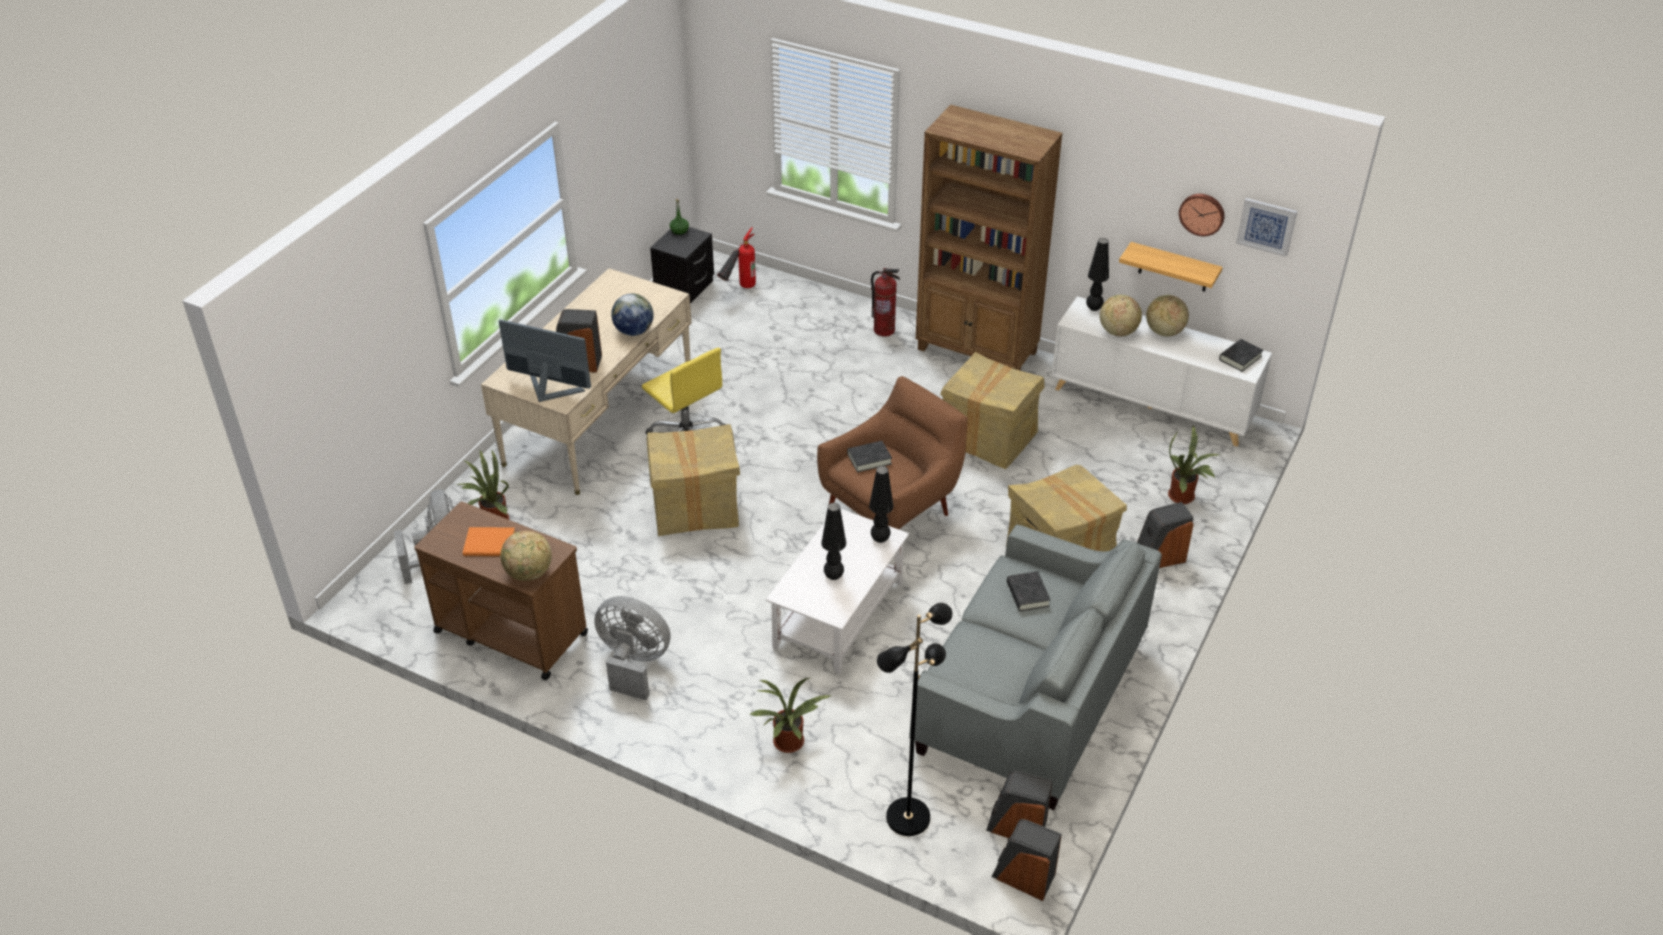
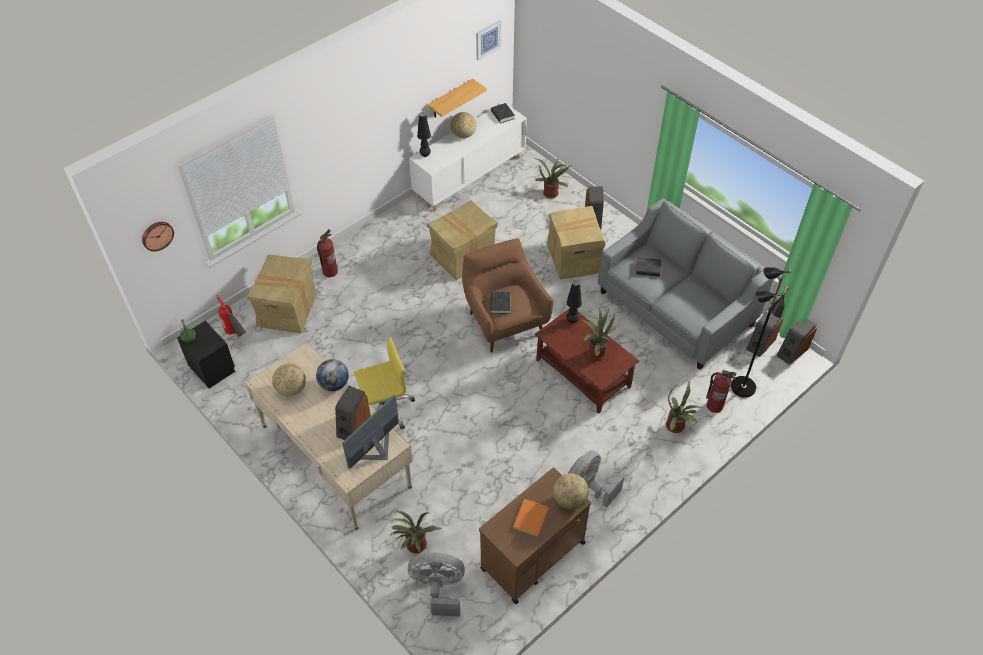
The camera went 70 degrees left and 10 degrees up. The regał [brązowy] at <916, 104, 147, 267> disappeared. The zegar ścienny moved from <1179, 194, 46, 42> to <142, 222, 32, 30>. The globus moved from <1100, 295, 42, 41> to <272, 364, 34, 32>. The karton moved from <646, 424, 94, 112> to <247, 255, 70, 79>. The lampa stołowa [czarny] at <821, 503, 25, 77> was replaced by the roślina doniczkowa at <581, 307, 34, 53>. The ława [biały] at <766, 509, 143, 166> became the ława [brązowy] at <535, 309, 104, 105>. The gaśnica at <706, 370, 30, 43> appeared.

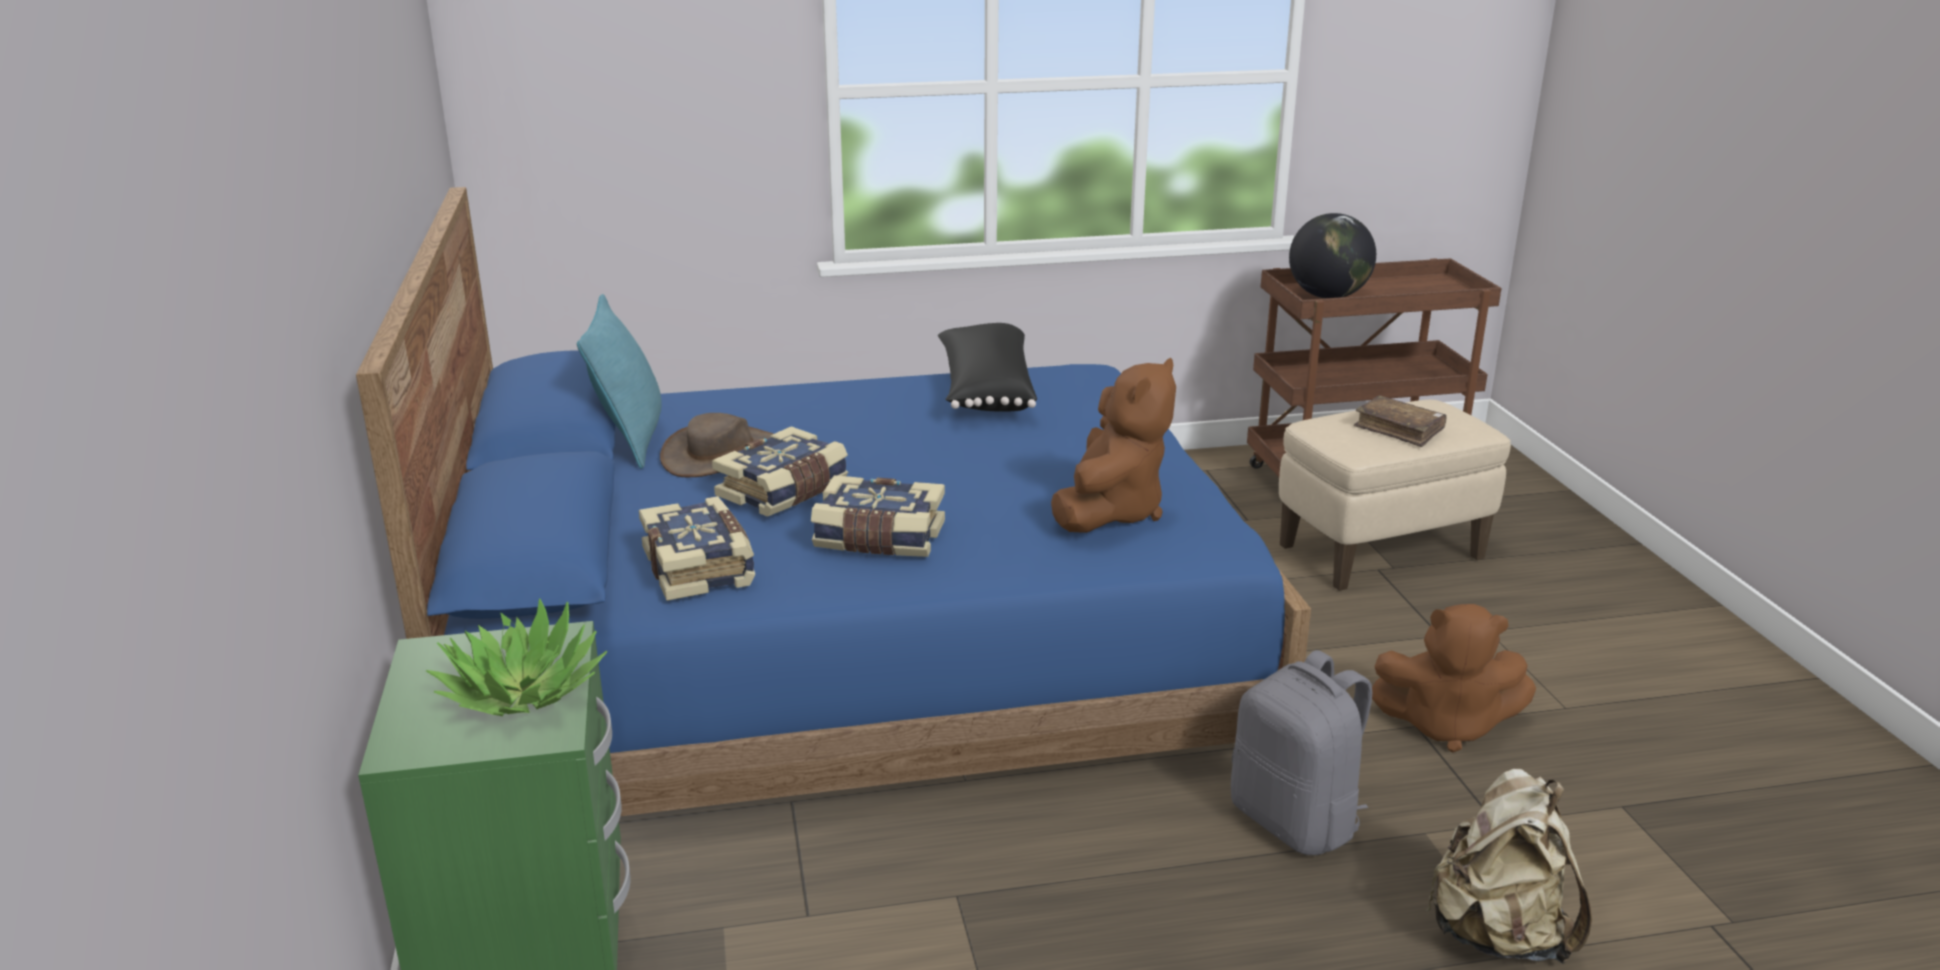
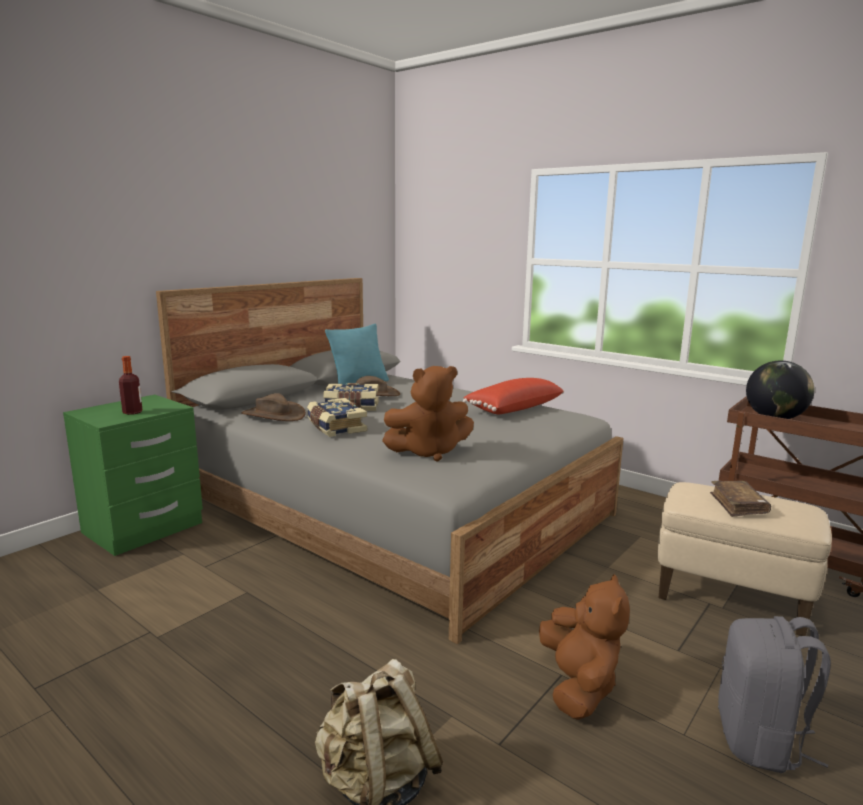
The camera went 50 degrees right and 10 degrees down. The łóżko [niebieski] at <356, 187, 955, 629> became the łóżko [szary] at <156, 278, 468, 366>. The poduszka [czarny] at <938, 323, 99, 89> became the poduszka [czerwony] at <463, 378, 101, 37>. The książka at <639, 496, 116, 105> was replaced by the kapelusz [brązowy] at <241, 393, 65, 28>. The roślina doniczkowa at <426, 599, 182, 117> was replaced by the butelka at <119, 356, 23, 59>. The pluszak [brązowy] at <1372, 604, 164, 148> turned 150 degrees counterclockwise. The plecak [szary] moved from <1231, 650, 141, 205> to <718, 616, 113, 157>.

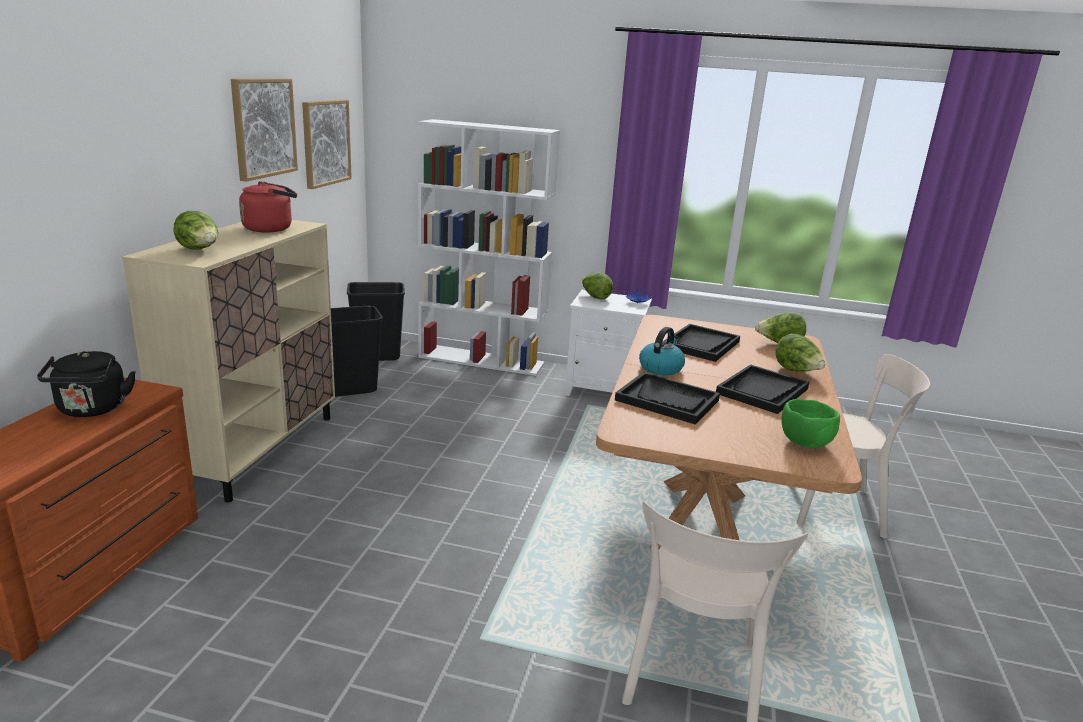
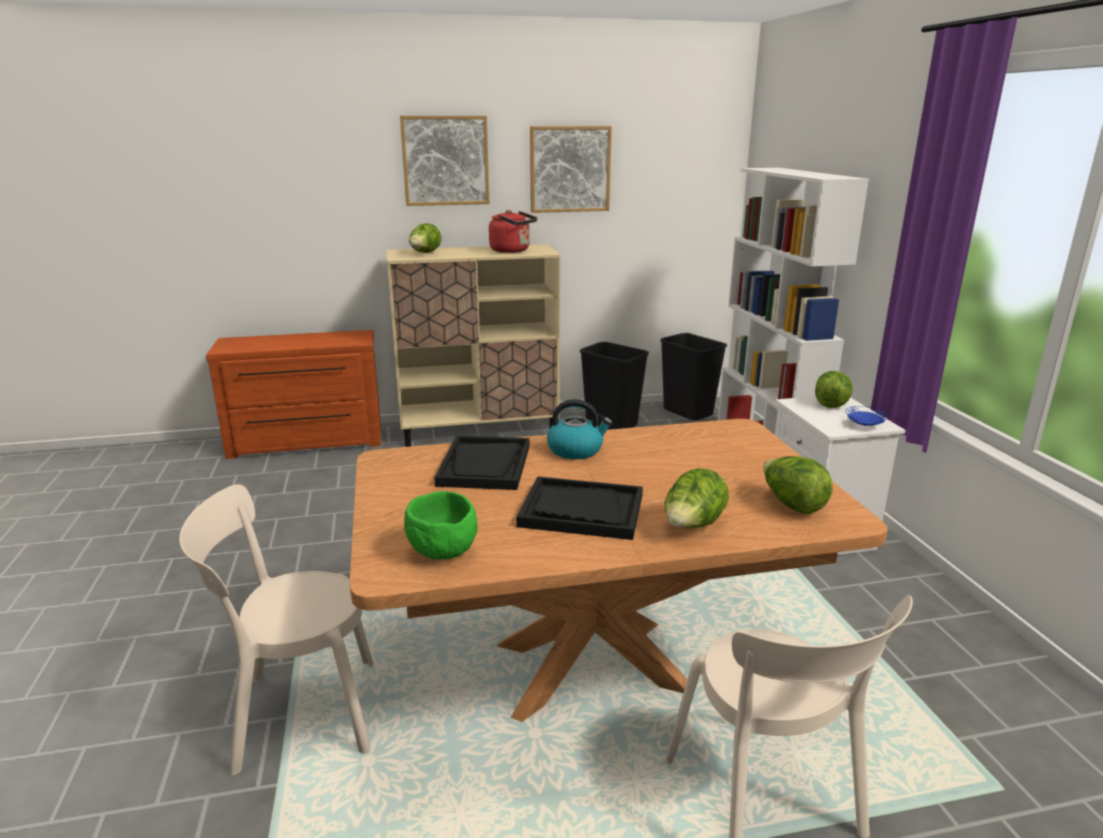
The camera went 65 degrees right and 0 degrees up. The obraz moved from <302, 100, 50, 89> to <400, 116, 89, 90>. The taca [czarny] at <664, 324, 76, 38> disappeared. The czajnik [czarny] at <37, 351, 99, 66> disappeared.

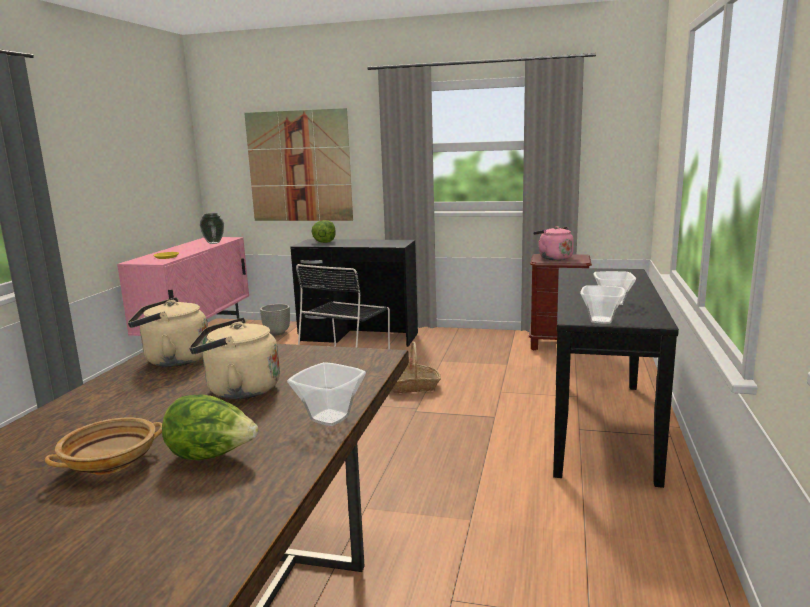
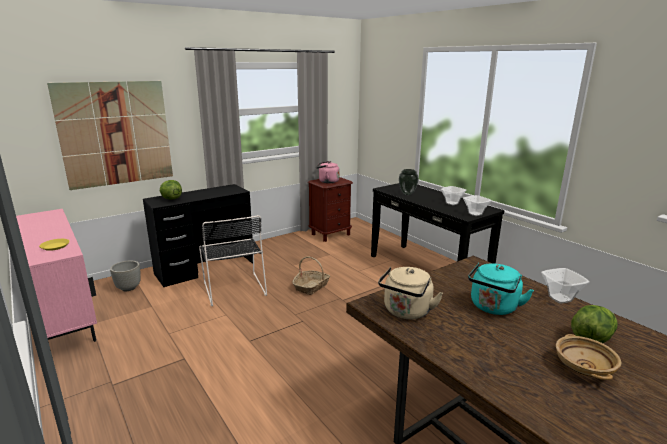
The camera went 50 degrees left and 5 degrees up. The wazon moved from <200, 213, 24, 31> to <399, 169, 20, 26>. The czajnik [beżowy] at <189, 318, 91, 81> became the czajnik [turkusowy] at <468, 263, 66, 52>.

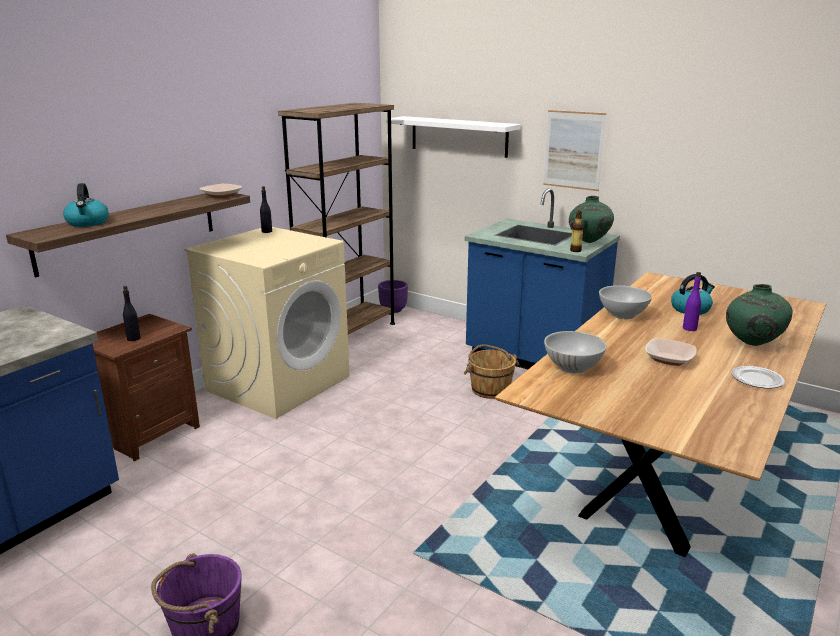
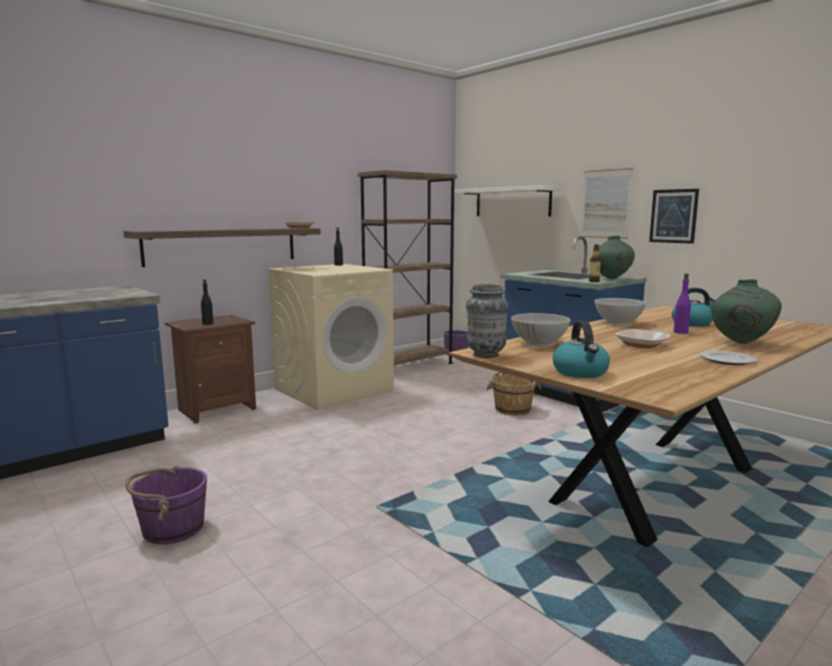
The camera went 15 degrees right and 10 degrees down. The czajnik moved from <63, 183, 46, 44> to <552, 320, 58, 58>. The obraz at <649, 189, 50, 55> appeared. The wazon at <466, 284, 43, 74> appeared.

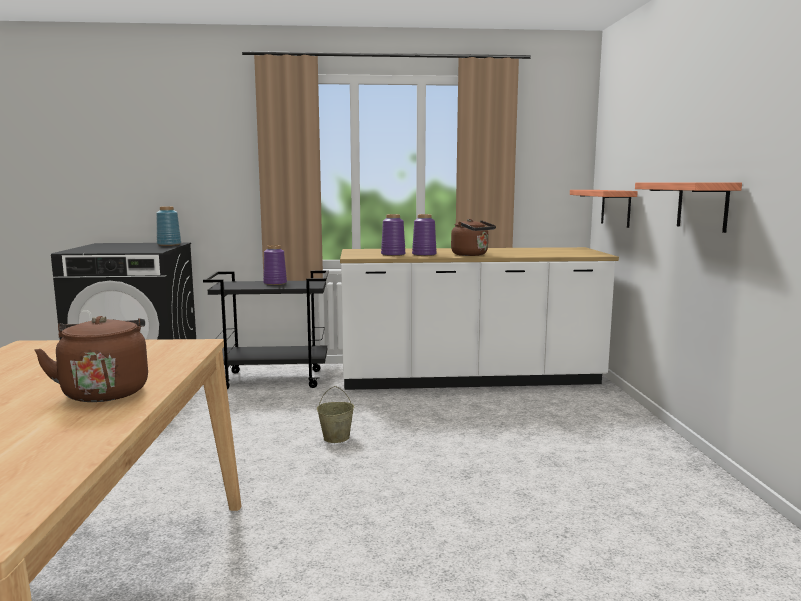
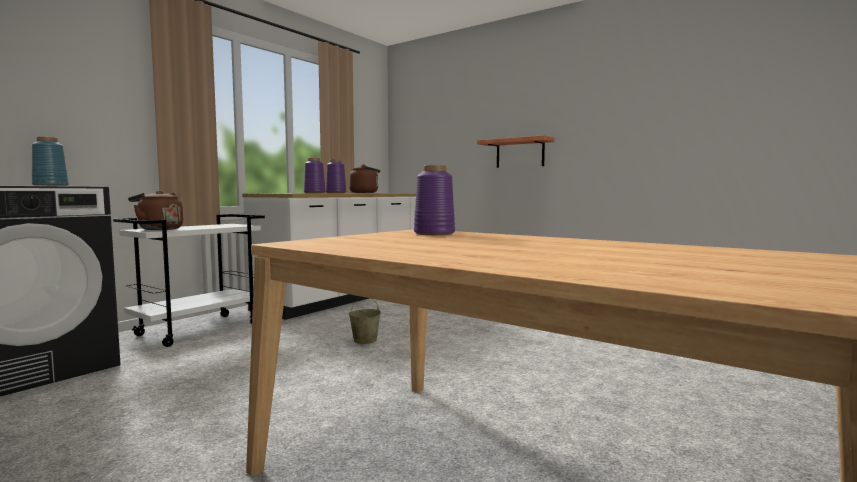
The camera went 50 degrees left and 5 degrees down. The półka at <570, 190, 68, 38> disappeared. The wazon [fioletowy] moved from <263, 245, 24, 40> to <414, 165, 41, 70>. The wózek [czarny] at <203, 270, 126, 119> became the wózek [biały] at <113, 214, 152, 133>. The czajnik [brązowy] moved from <34, 316, 114, 86> to <128, 191, 55, 39>.

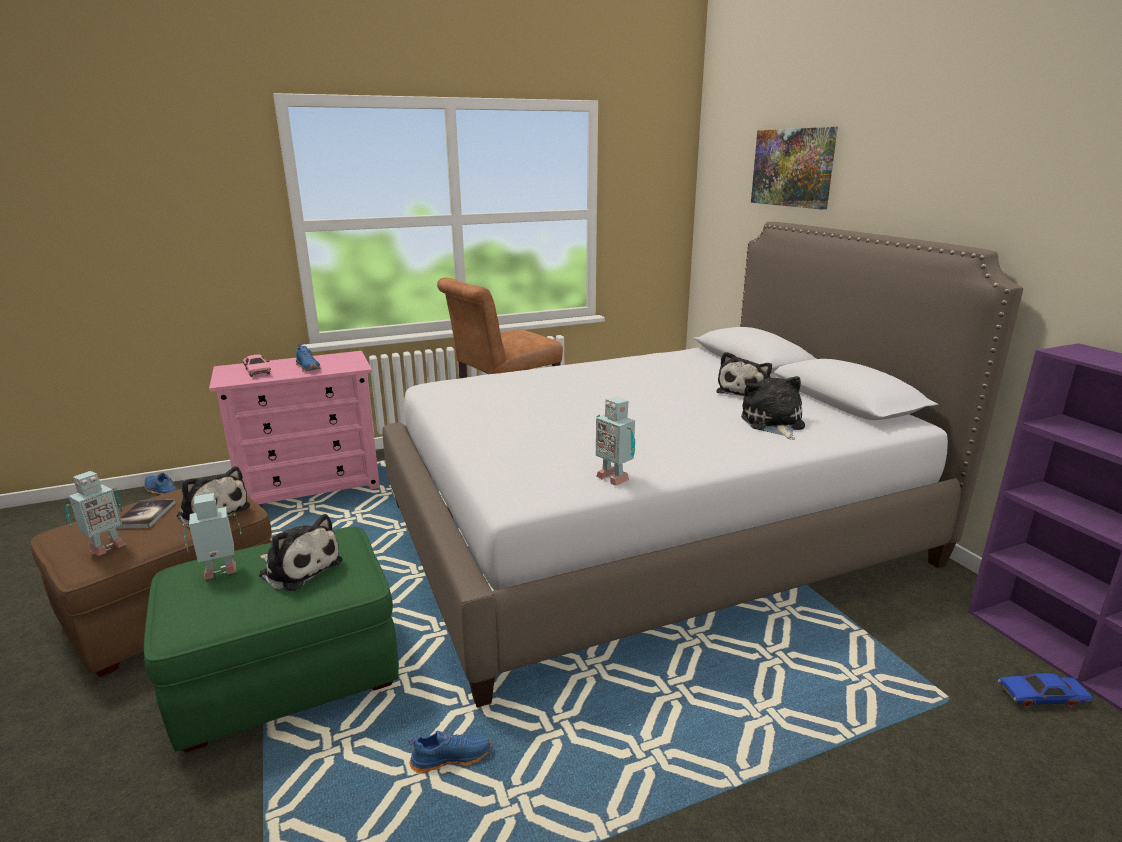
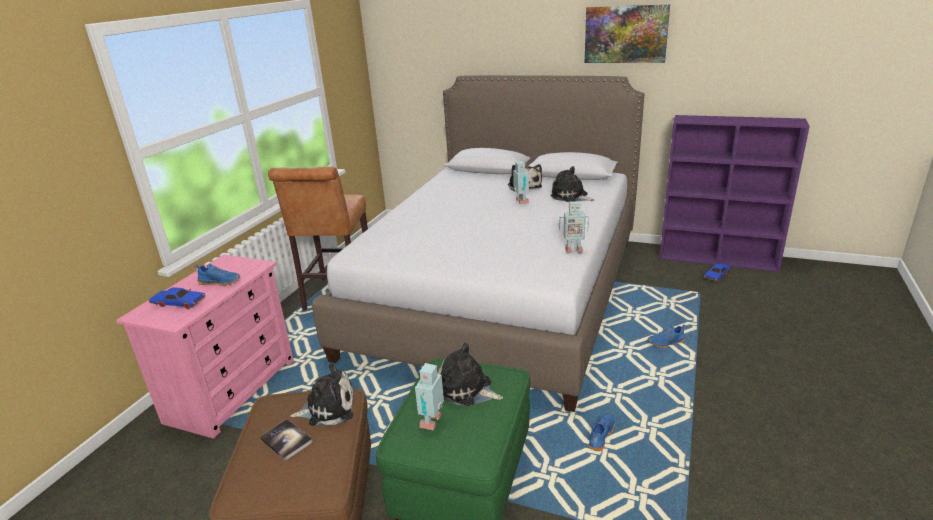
The camera went 45 degrees left and 5 degrees up. The obraz moved from <751, 127, 87, 82> to <585, 4, 85, 59>. The samochodzik [różowy] at <243, 354, 28, 23> became the samochodzik [niebieski] at <149, 288, 56, 21>. The robot zabawkowy moved from <65, 471, 62, 85> to <513, 161, 17, 43>. The but [niebieski] moved from <144, 473, 33, 22> to <648, 325, 37, 23>. The pluszak at <259, 514, 83, 77> turned 135 degrees counterclockwise.

